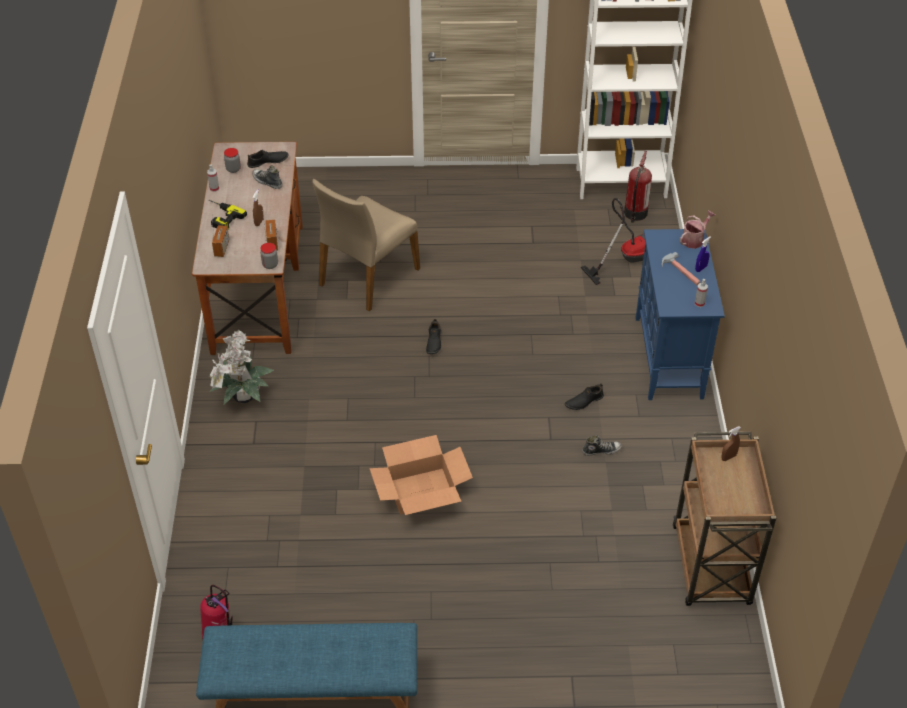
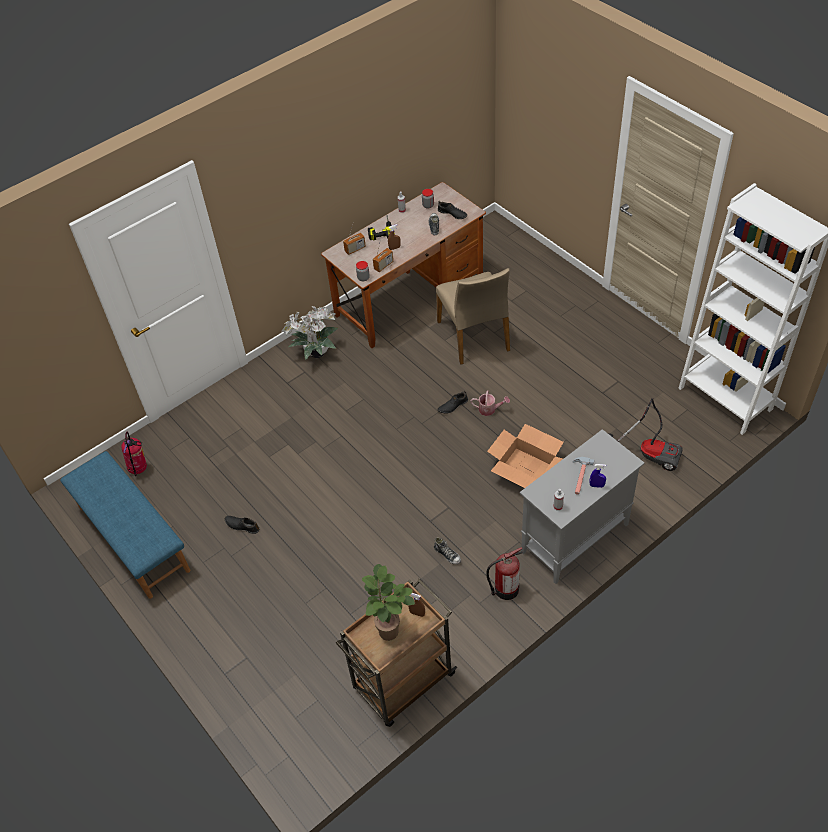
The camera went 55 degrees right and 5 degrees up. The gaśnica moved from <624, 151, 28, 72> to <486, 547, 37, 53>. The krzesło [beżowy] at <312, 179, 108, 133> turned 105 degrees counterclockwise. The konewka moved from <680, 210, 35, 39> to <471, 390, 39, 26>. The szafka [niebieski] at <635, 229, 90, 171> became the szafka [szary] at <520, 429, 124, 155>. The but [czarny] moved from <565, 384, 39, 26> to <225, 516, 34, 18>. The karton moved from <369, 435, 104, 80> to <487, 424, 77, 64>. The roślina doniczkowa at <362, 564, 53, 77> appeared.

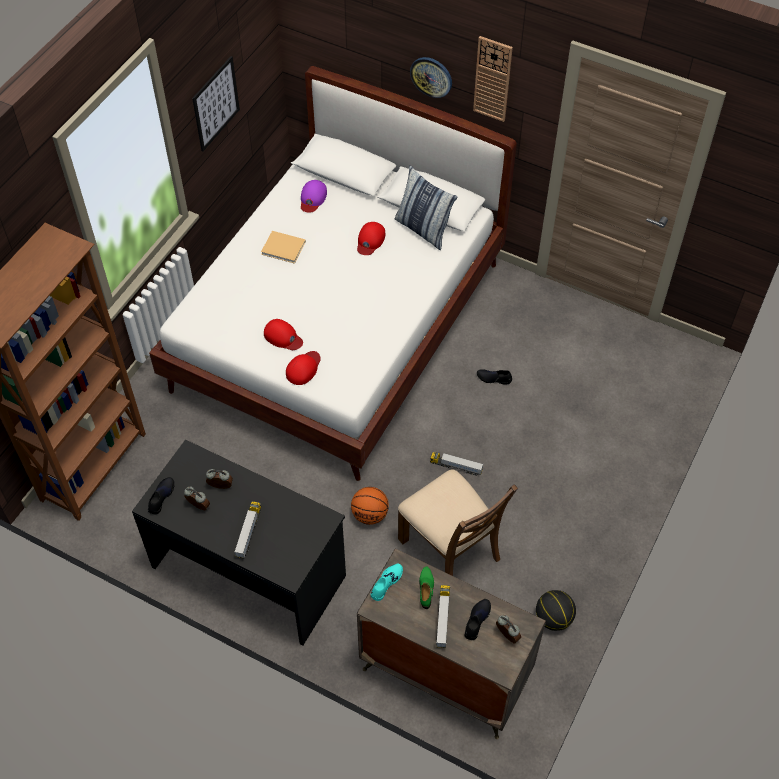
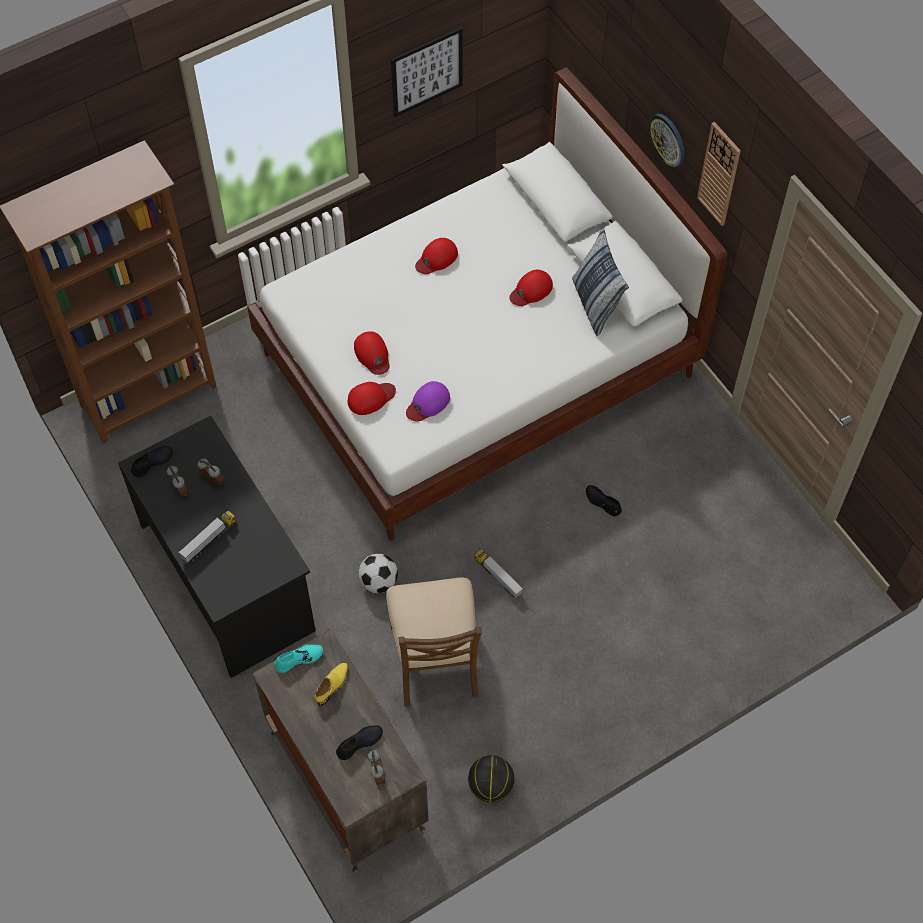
The camera went 30 degrees right and 5 degrees up. The czapka z daszkiem [fioletowy] moved from <301, 180, 26, 32> to <406, 381, 44, 41>. The książka [beżowy] at <261, 231, 45, 33> was replaced by the czapka z daszkiem [czerwony] at <415, 238, 43, 36>. The piłka do koszykówki at <351, 487, 38, 38> was replaced by the piłka futbolowa at <358, 554, 40, 39>. The but [zielony] at <419, 567, 15, 42> became the but [żółty] at <315, 663, 33, 43>. The ciężarówka zabawkowa at <436, 585, 14, 63> disappeared.

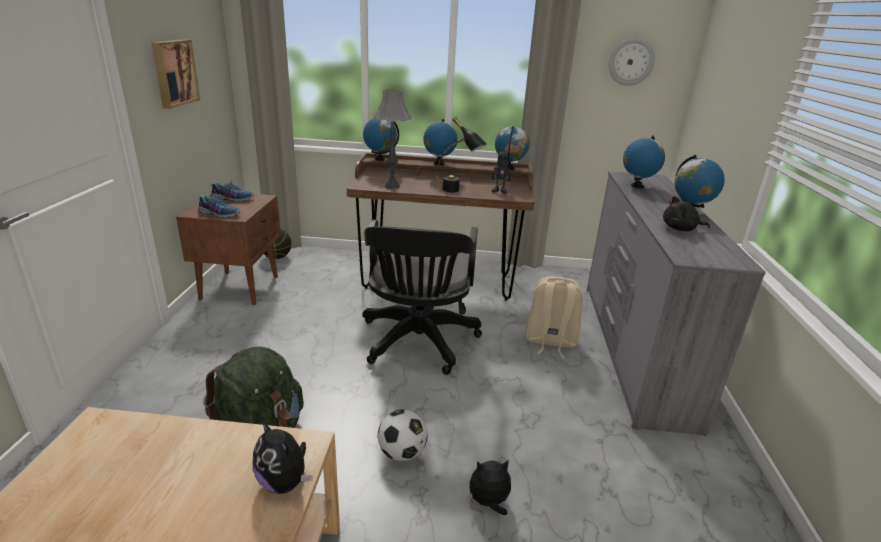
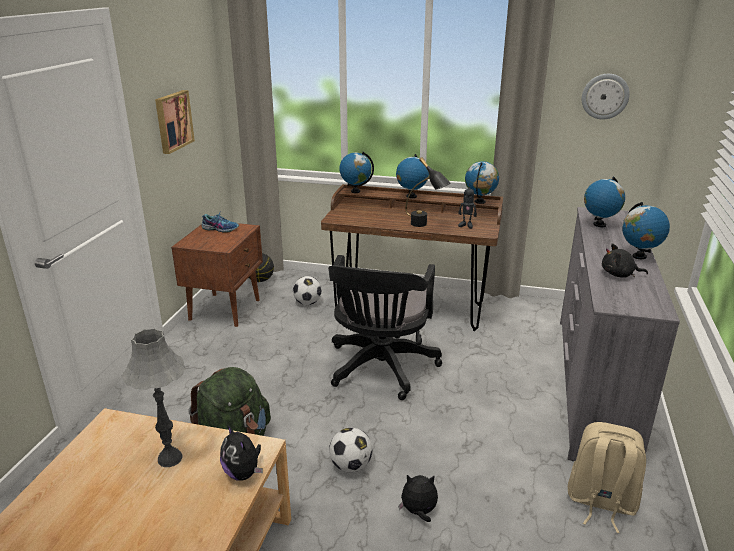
The camera went 10 degrees right and 0 degrees up. The lampa stołowa [szary] moved from <374, 89, 38, 100> to <121, 328, 64, 139>. The but at <198, 192, 42, 27> disappeared. The plecak [beżowy] moved from <525, 276, 58, 82> to <568, 422, 78, 111>. The piłka futbolowa at <293, 276, 29, 29> appeared.

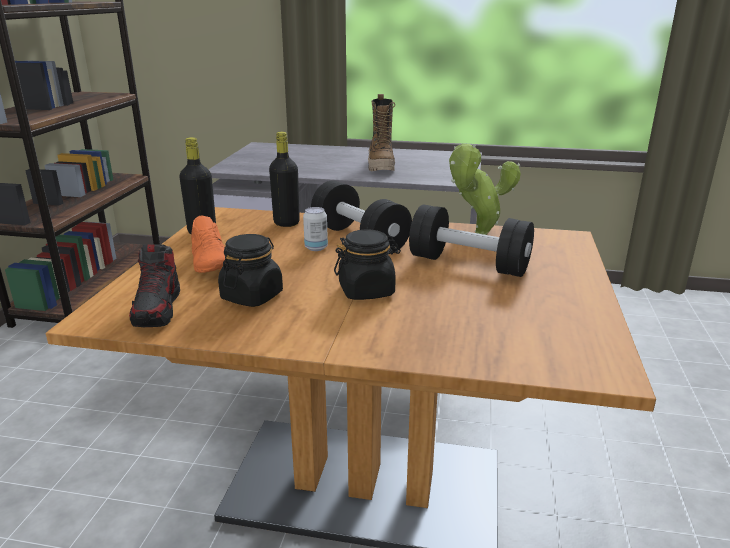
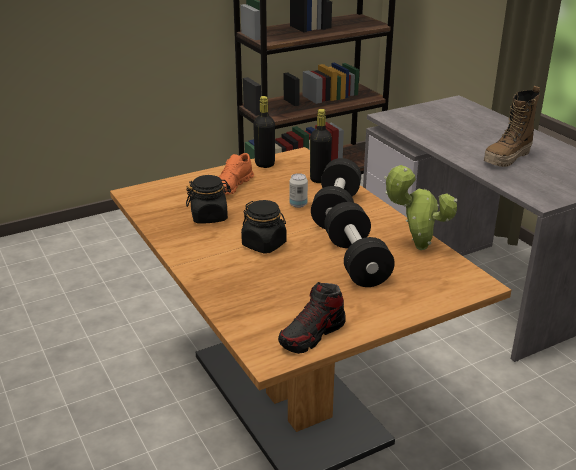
The camera went 50 degrees right and 5 degrees up. The but moved from <129, 244, 51, 83> to <278, 282, 68, 72>.

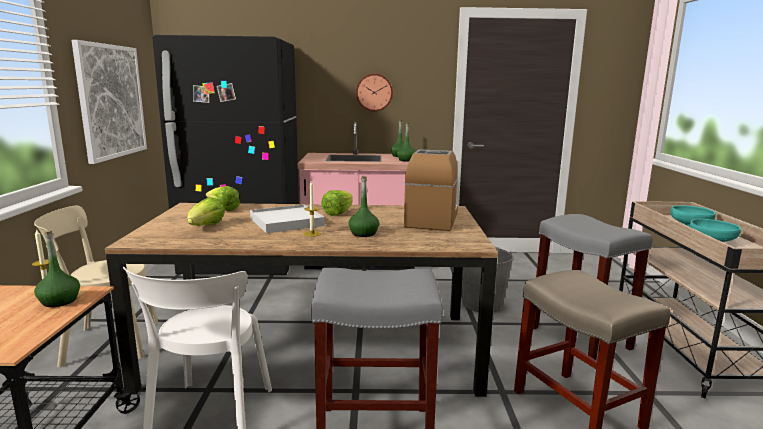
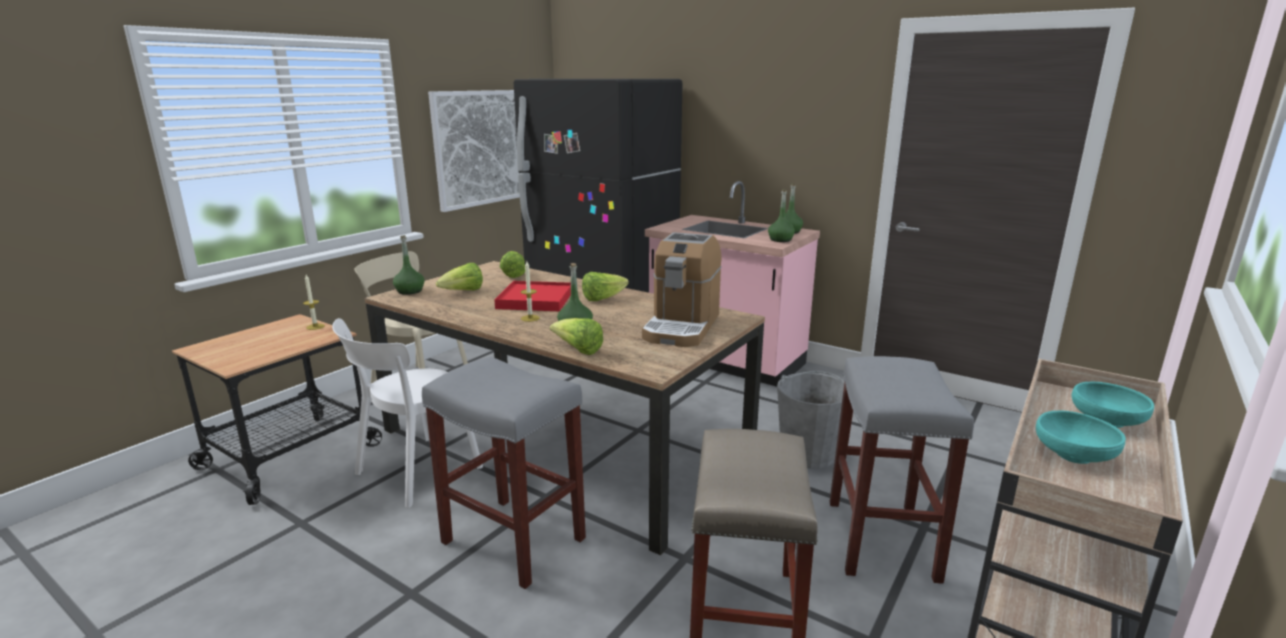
The camera went 35 degrees right and 5 degrees up. The zegar ścienny at <356, 74, 37, 37> disappeared. The ekspres do kawy at <404, 149, 54, 82> turned 150 degrees clockwise. The taca [biały] at <250, 204, 75, 29> became the taca [czerwony] at <494, 281, 77, 30>. The butelka [zielony] moved from <34, 231, 46, 76> to <393, 235, 31, 60>. The sałata at <550, 318, 53, 37> appeared.

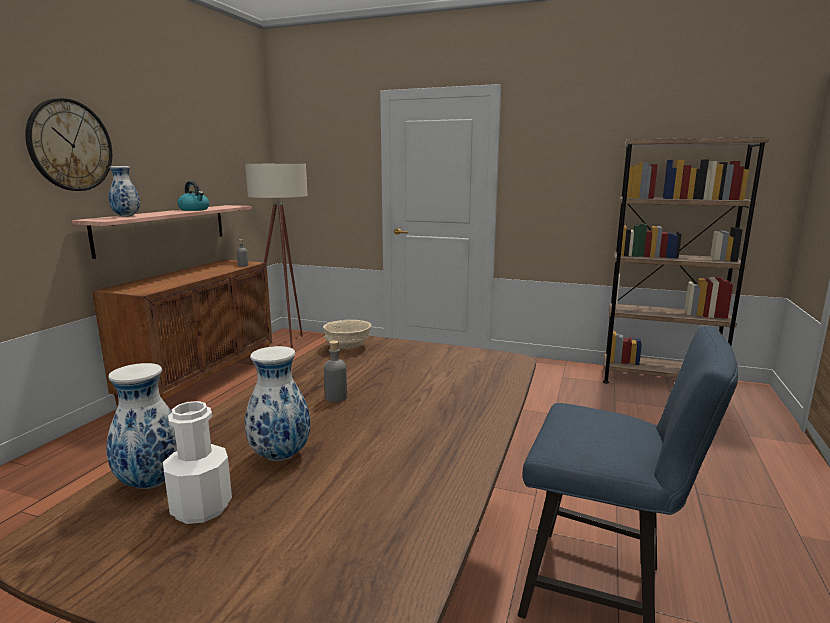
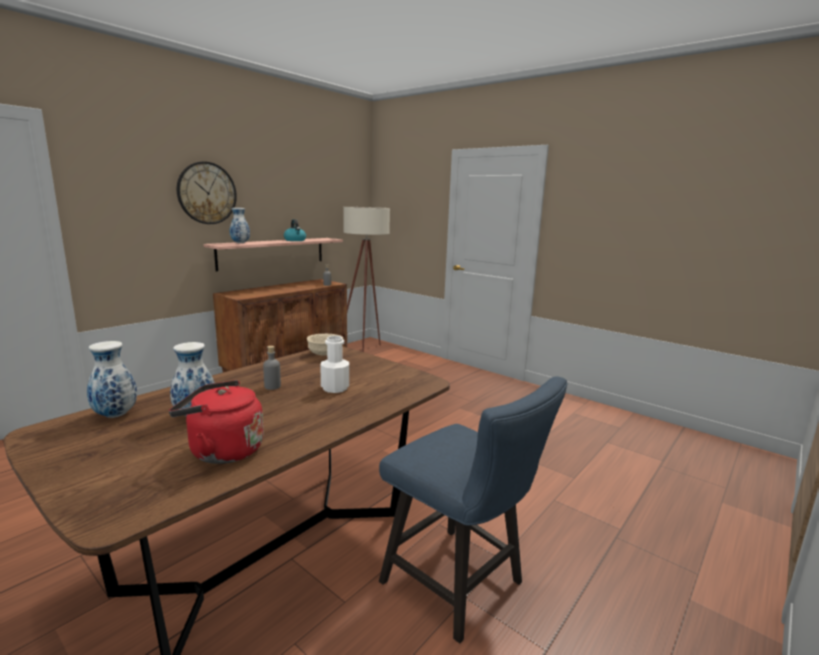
The camera went 20 degrees right and 0 degrees up. The regał [brązowy] at <603, 137, 166, 247> disappeared. The butelka [biały] moved from <163, 401, 69, 123> to <320, 336, 29, 57>. The czajnik [czerwony] at <169, 380, 95, 84> appeared.

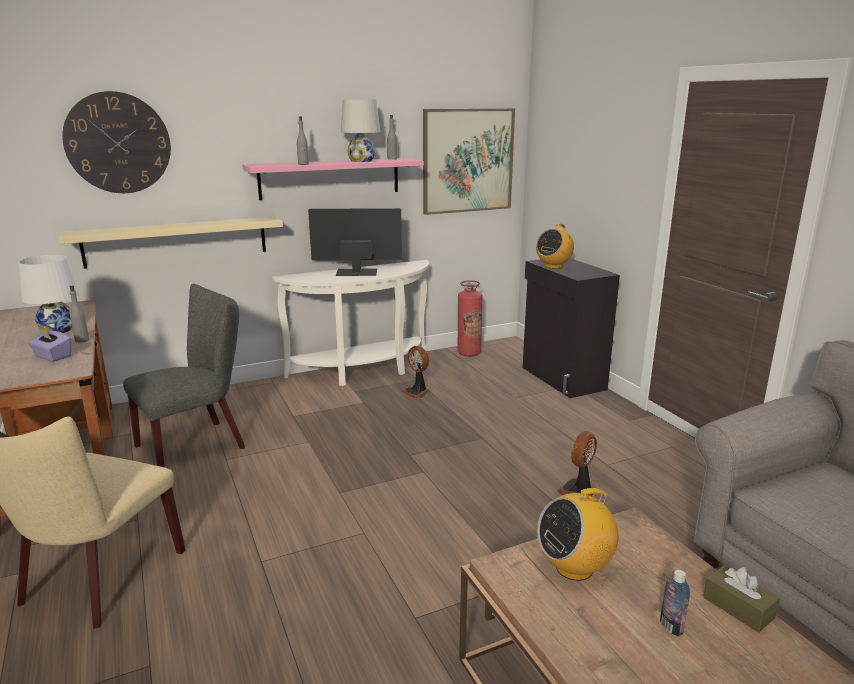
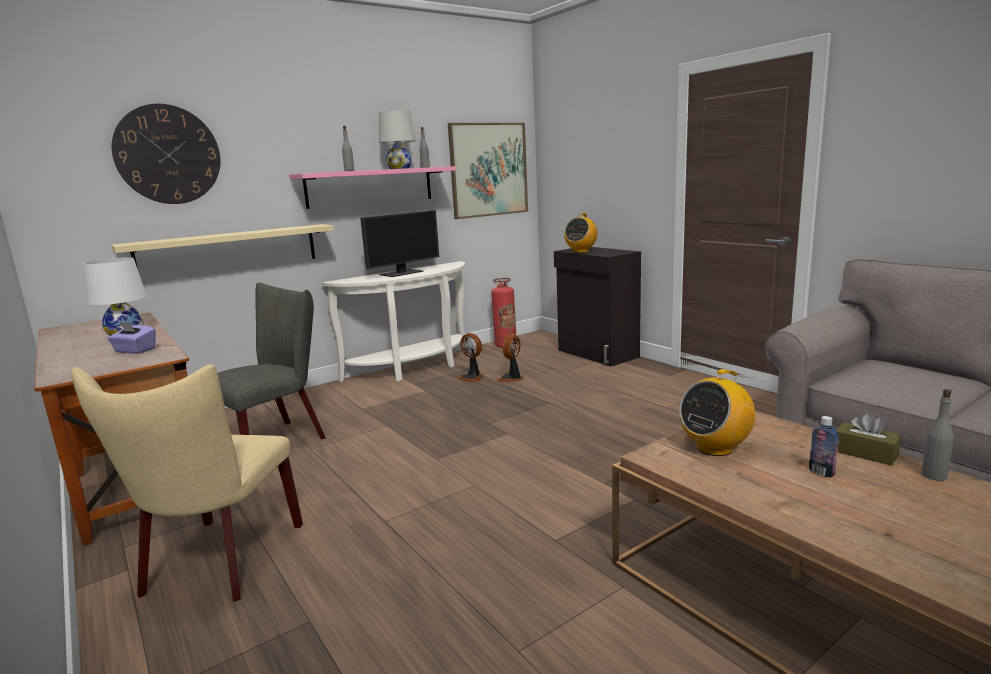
The camera went 10 degrees left and 5 degrees down. The monitor at <308, 208, 94, 68> turned 150 degrees clockwise. The butelka [szary] moved from <70, 286, 19, 57> to <921, 389, 33, 92>. The wentylator moved from <557, 431, 40, 65> to <497, 333, 27, 49>.

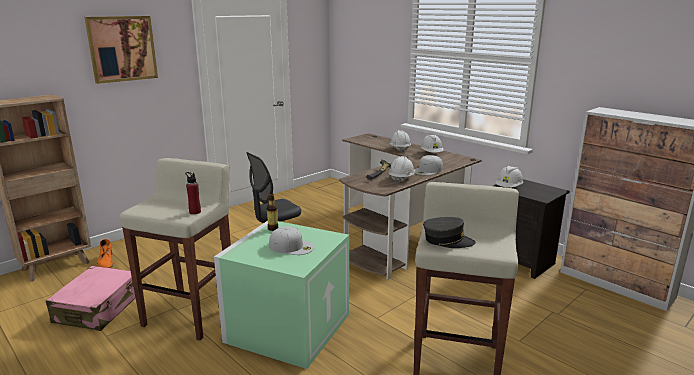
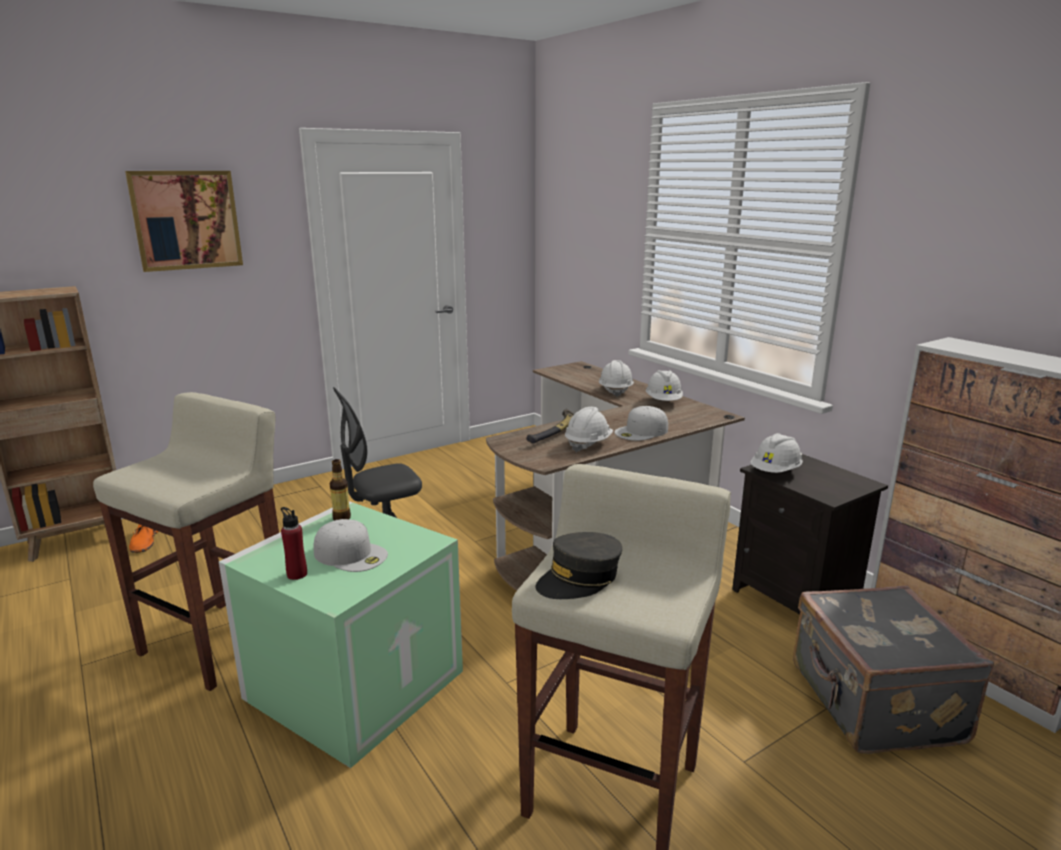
The camera went 10 degrees right and 0 degrees up. The butelka [czerwony] moved from <185, 172, 16, 42> to <281, 507, 26, 73>. The czapka z daszkiem [szary] at <423, 217, 52, 31> turned 120 degrees clockwise. The walizka [różowy] at <46, 266, 89, 65> disappeared. The walizka [szary] at <793, 586, 201, 168> appeared.

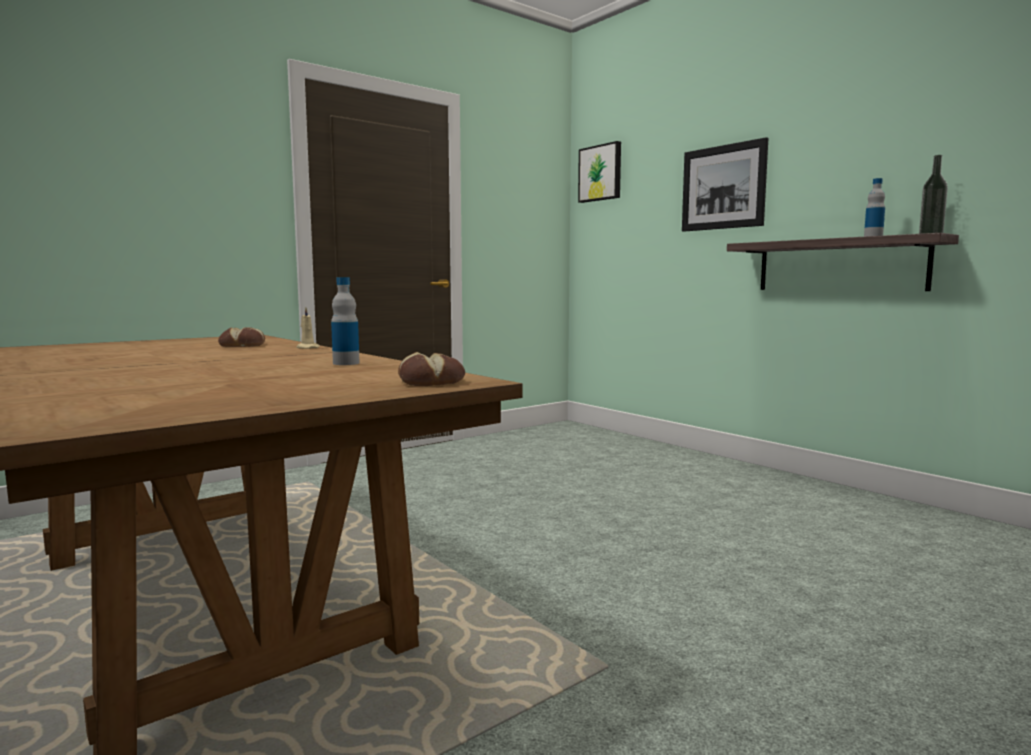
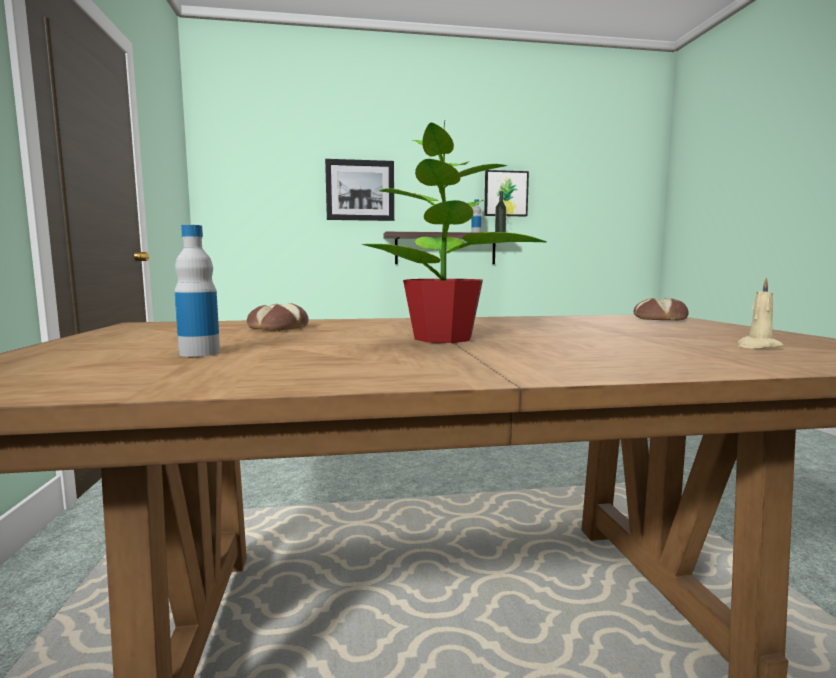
The camera went 60 degrees left and 0 degrees up. The obraz moved from <578, 141, 43, 62> to <484, 170, 45, 46>. The butelka moved from <331, 277, 29, 88> to <175, 225, 45, 132>. The świeca [beżowy] moved from <296, 308, 24, 41> to <738, 278, 46, 70>. The roślina doniczkowa at <362, 121, 184, 222> appeared.

